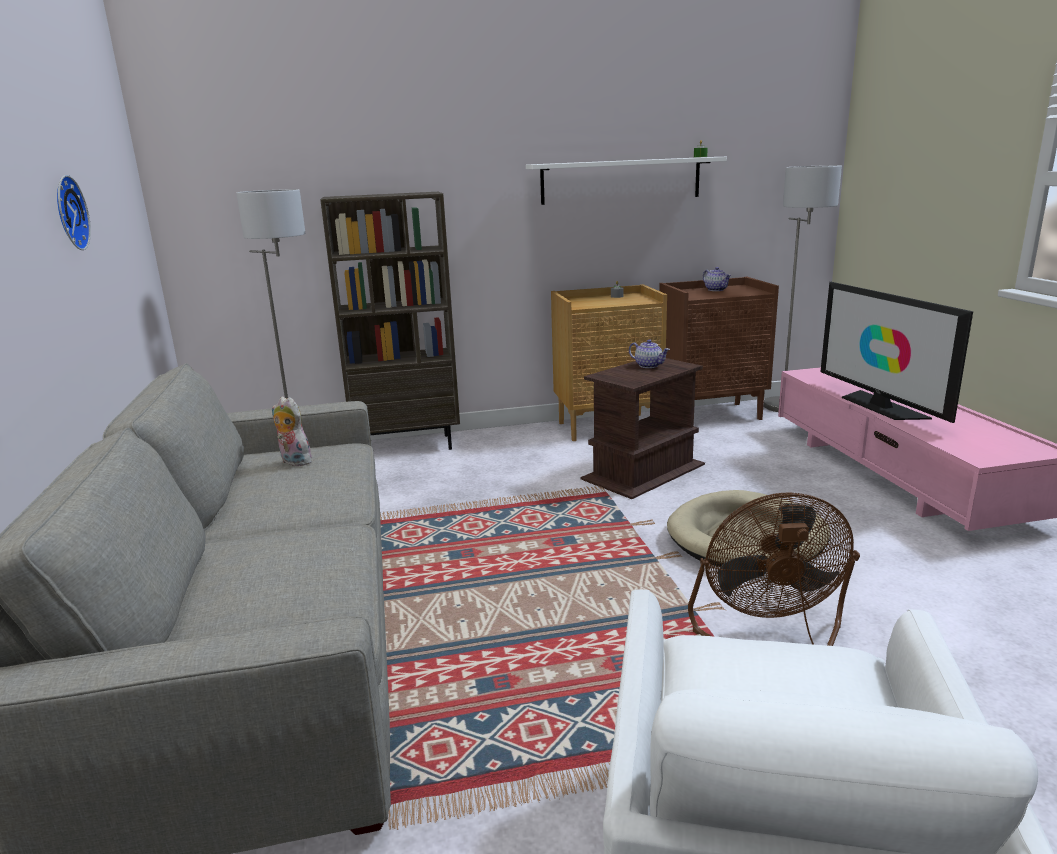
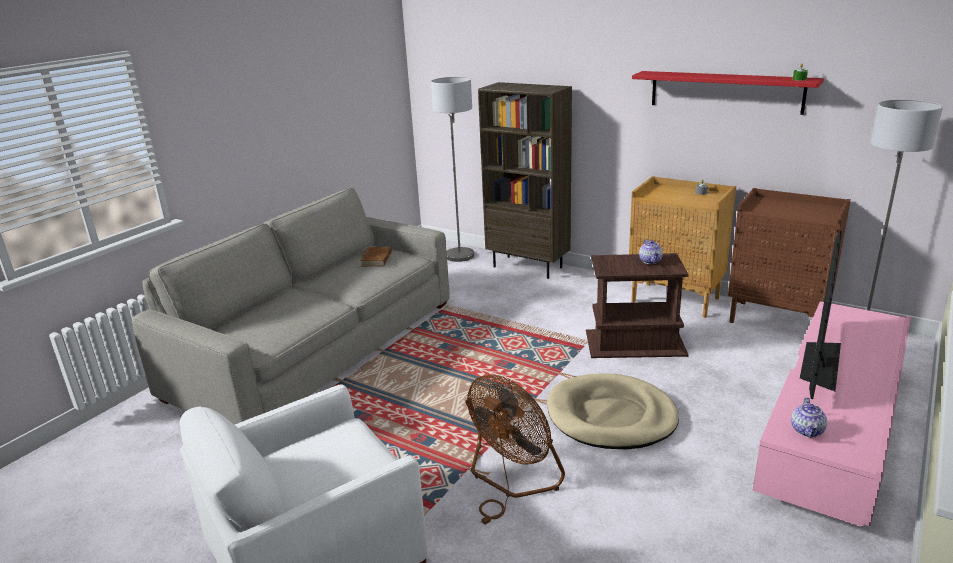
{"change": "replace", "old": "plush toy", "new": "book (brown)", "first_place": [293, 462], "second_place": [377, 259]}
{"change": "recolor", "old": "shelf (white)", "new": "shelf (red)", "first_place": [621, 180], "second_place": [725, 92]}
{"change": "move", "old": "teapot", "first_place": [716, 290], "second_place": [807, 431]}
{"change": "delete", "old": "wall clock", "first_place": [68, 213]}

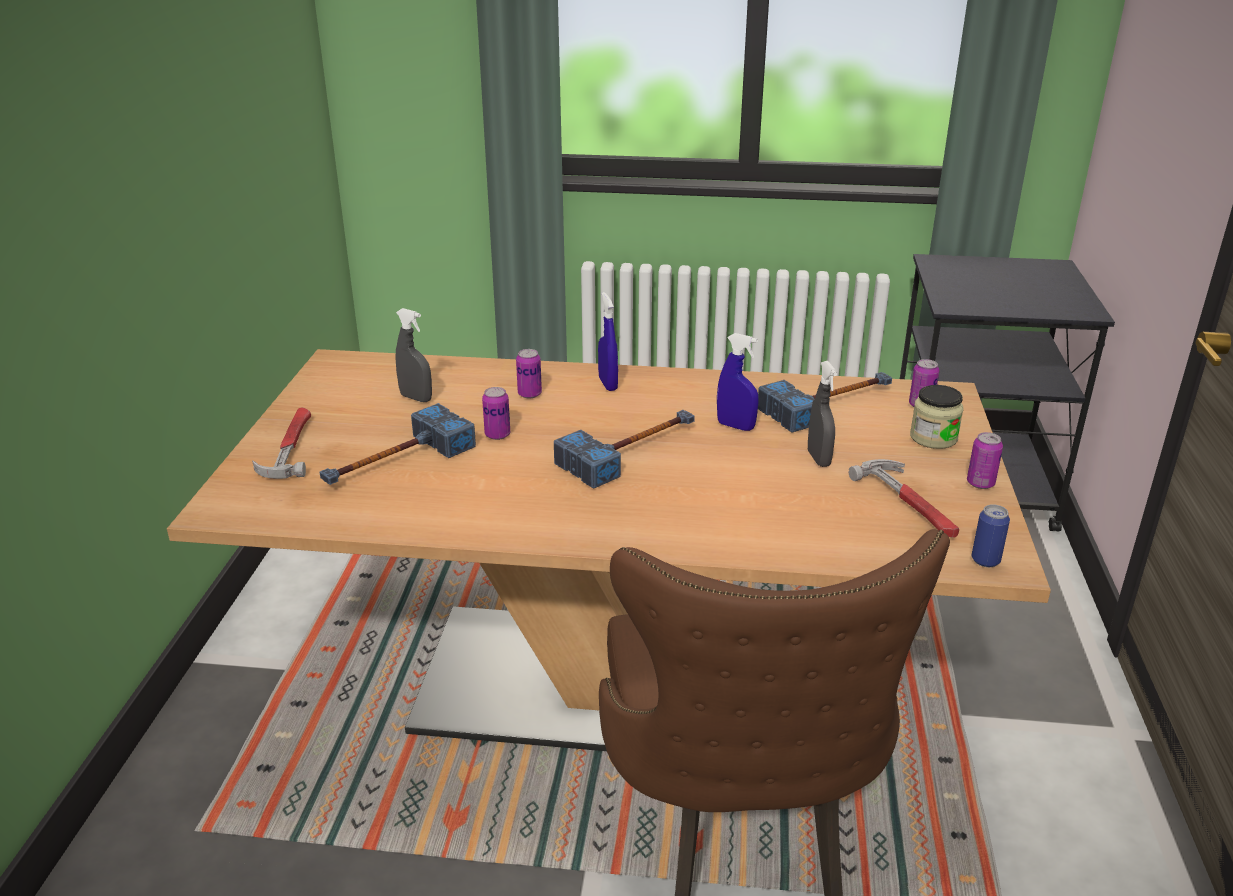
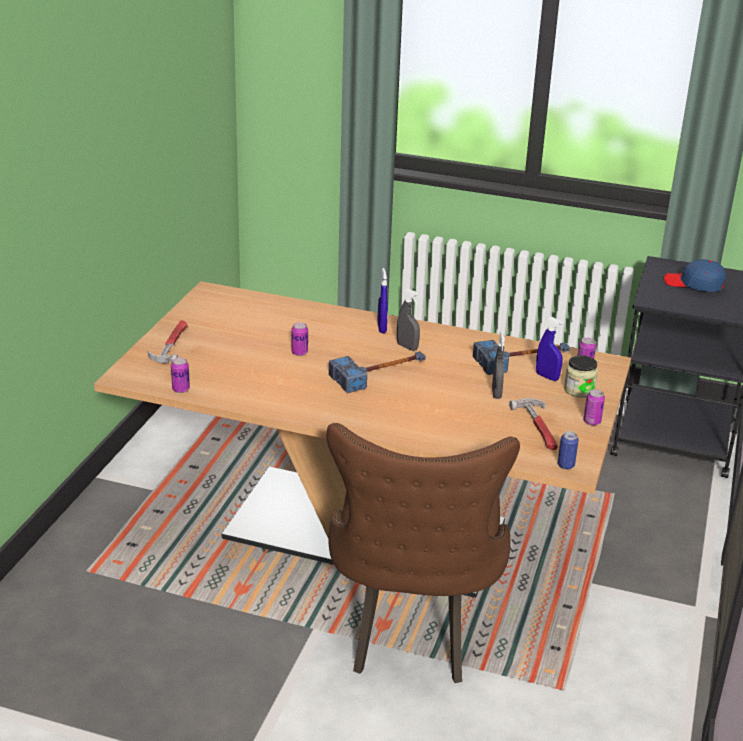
{"change": "move", "old": "can", "first_place": [529, 394], "second_place": [181, 389]}
{"change": "move", "old": "spray bottle (grey)", "first_place": [416, 398], "second_place": [407, 347]}
{"change": "move", "old": "spray bottle (blue)", "first_place": [735, 426], "second_place": [547, 377]}
{"change": "insert", "new": "cap (blue)", "second_place": [694, 284]}
{"change": "delete", "old": "hammer", "first_place": [395, 462]}

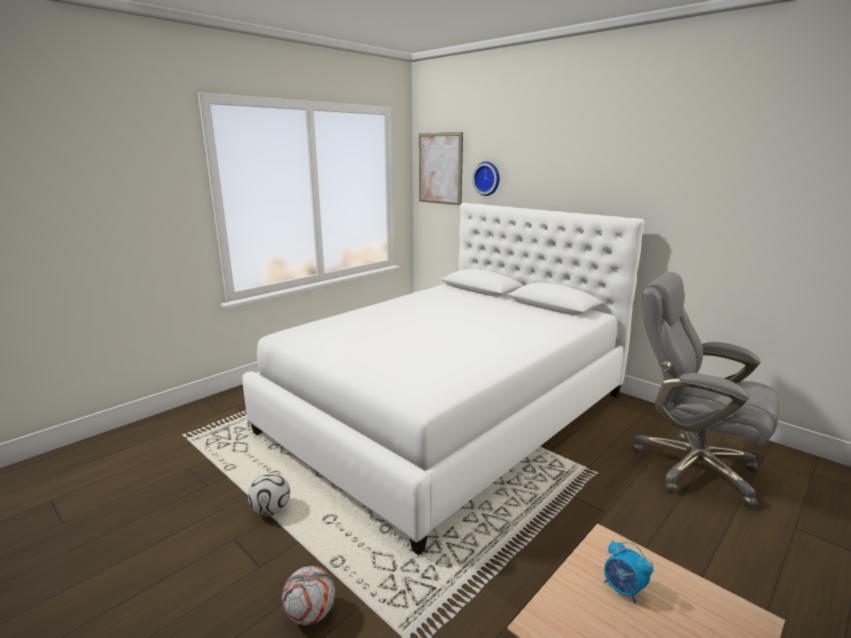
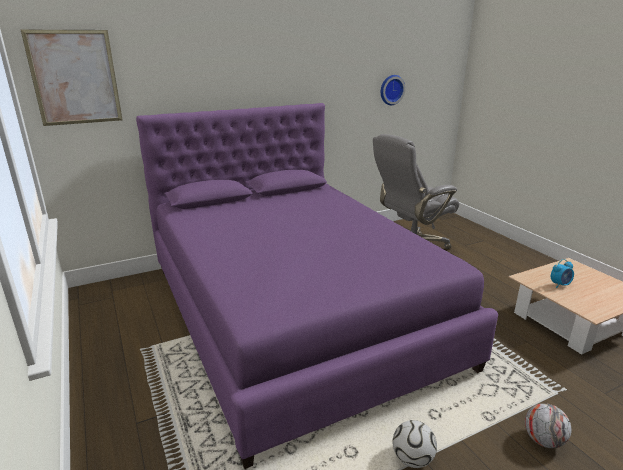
{"change": "recolor", "old": "bed (white)", "new": "bed (purple)", "first_place": [449, 413], "second_place": [294, 312]}
{"change": "move", "old": "wall clock", "first_place": [487, 178], "second_place": [391, 90]}

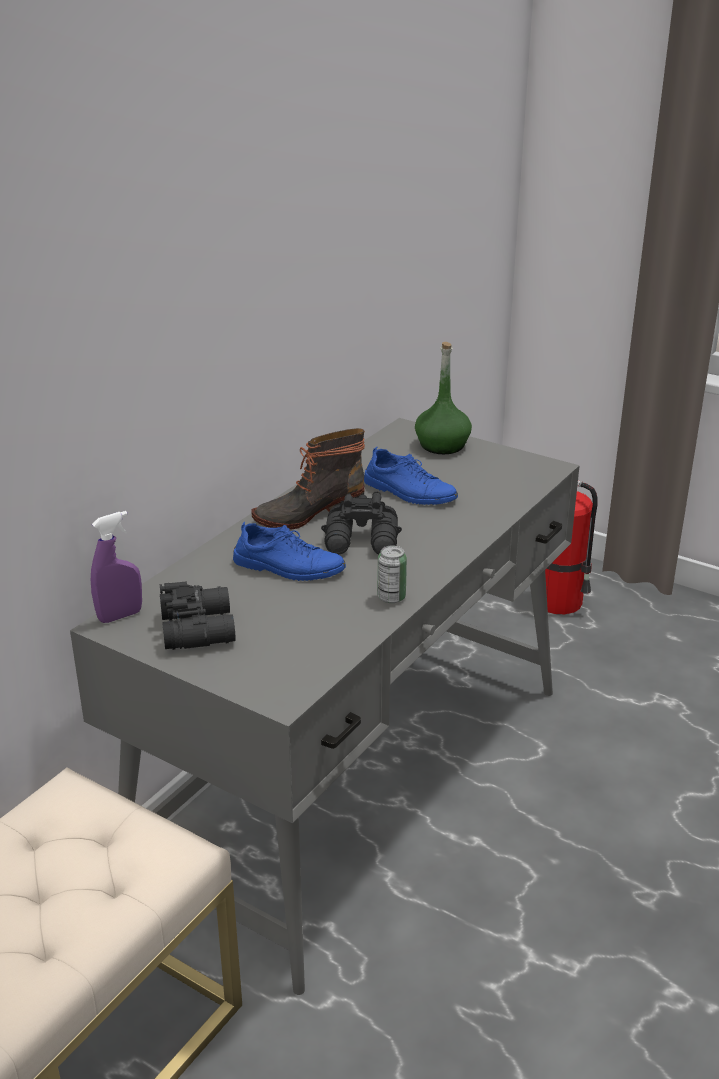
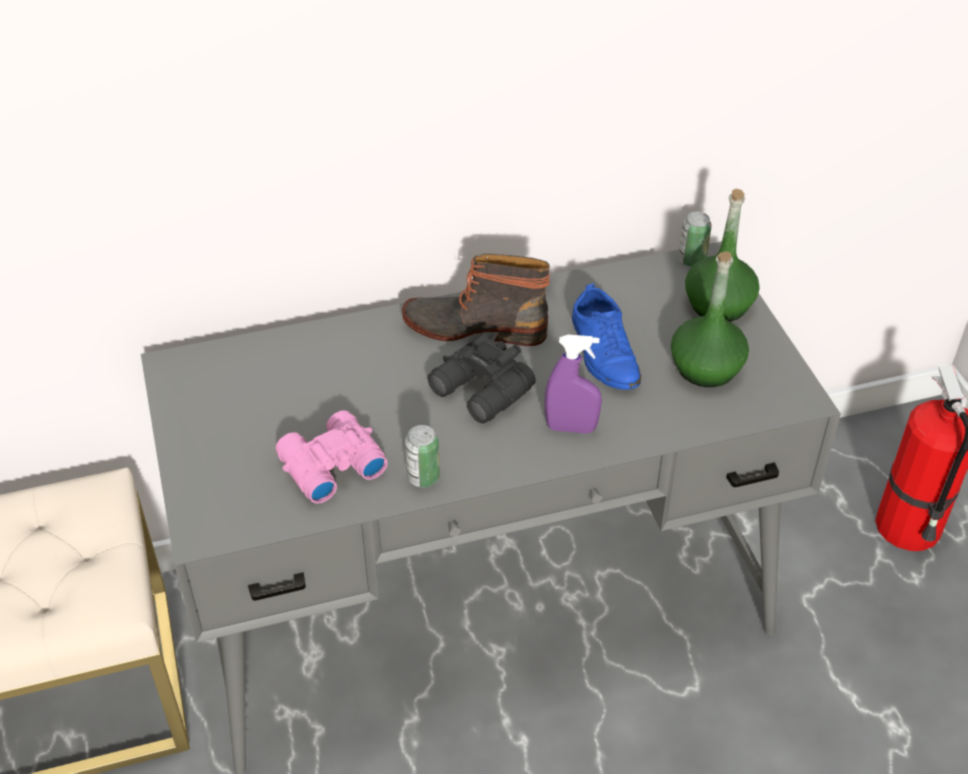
{"change": "insert", "new": "binoculars (pink)", "second_place": [329, 466]}
{"change": "move", "old": "spray bottle (purple)", "first_place": [120, 616], "second_place": [571, 428]}
{"change": "insert", "new": "bottle (green)", "second_place": [705, 368]}
{"change": "insert", "new": "can", "second_place": [692, 260]}
{"change": "delete", "old": "binoculars (black)", "first_place": [200, 628]}
{"change": "delete", "old": "shoe (blue)", "first_place": [288, 567]}

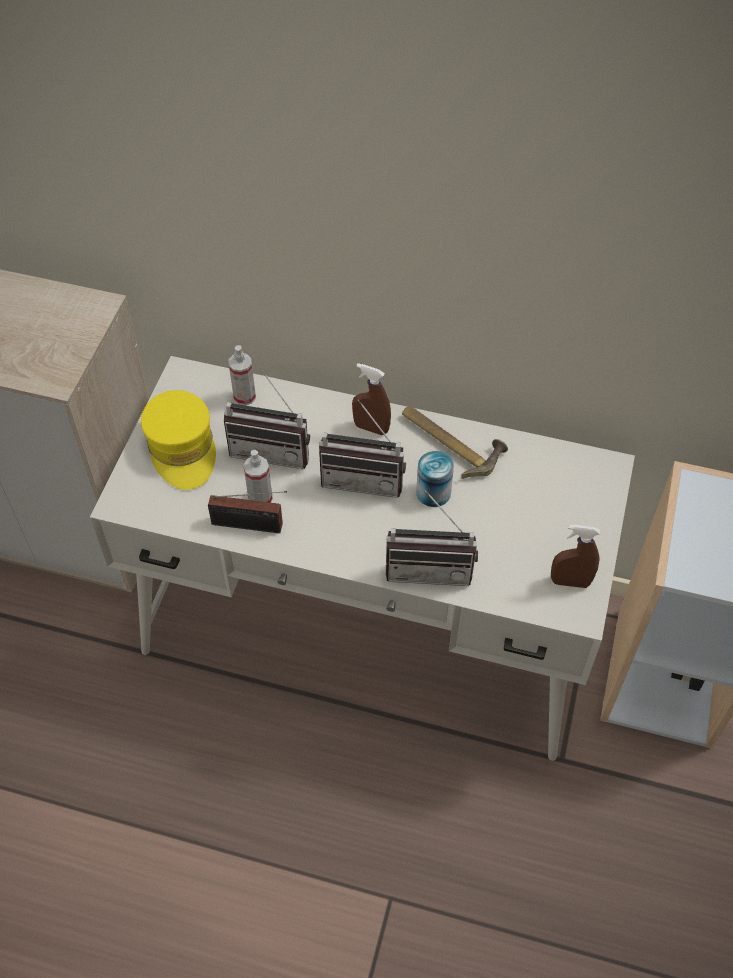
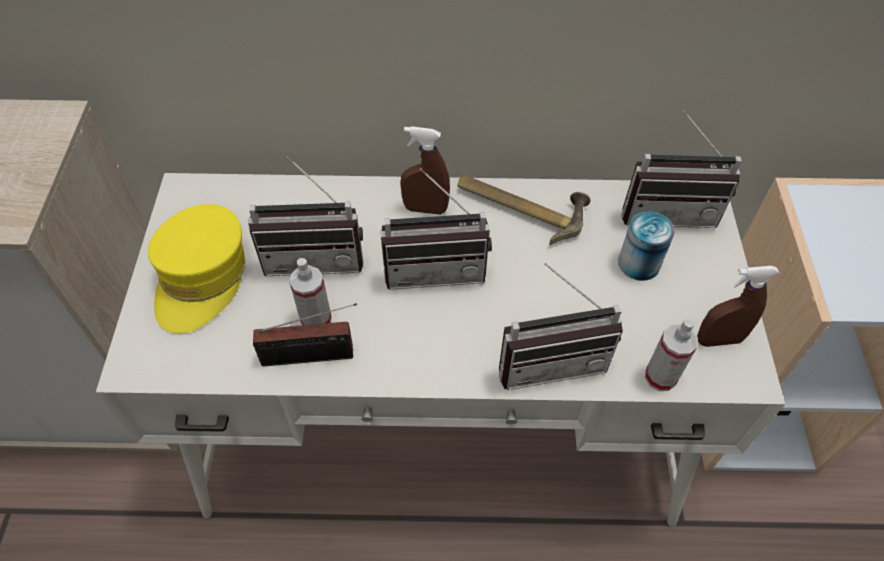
{"change": "rotate", "old": "cap (yellow)", "first_place": [182, 448], "second_place": [202, 278], "degrees": 45}
{"change": "move", "old": "can", "first_place": [433, 492], "second_place": [639, 263]}
{"change": "insert", "new": "radio", "second_place": [668, 211]}
{"change": "move", "old": "spray bottle", "first_place": [244, 396], "second_place": [660, 377]}

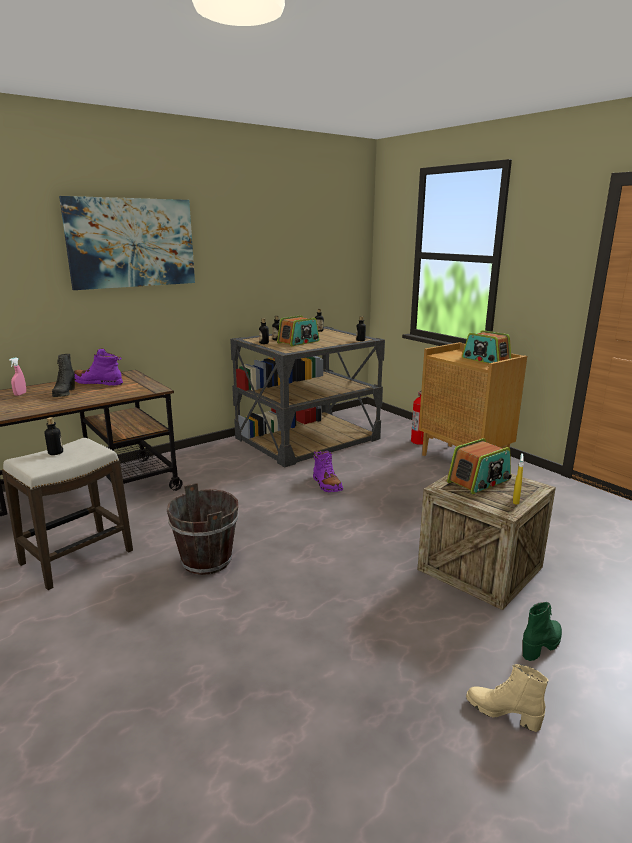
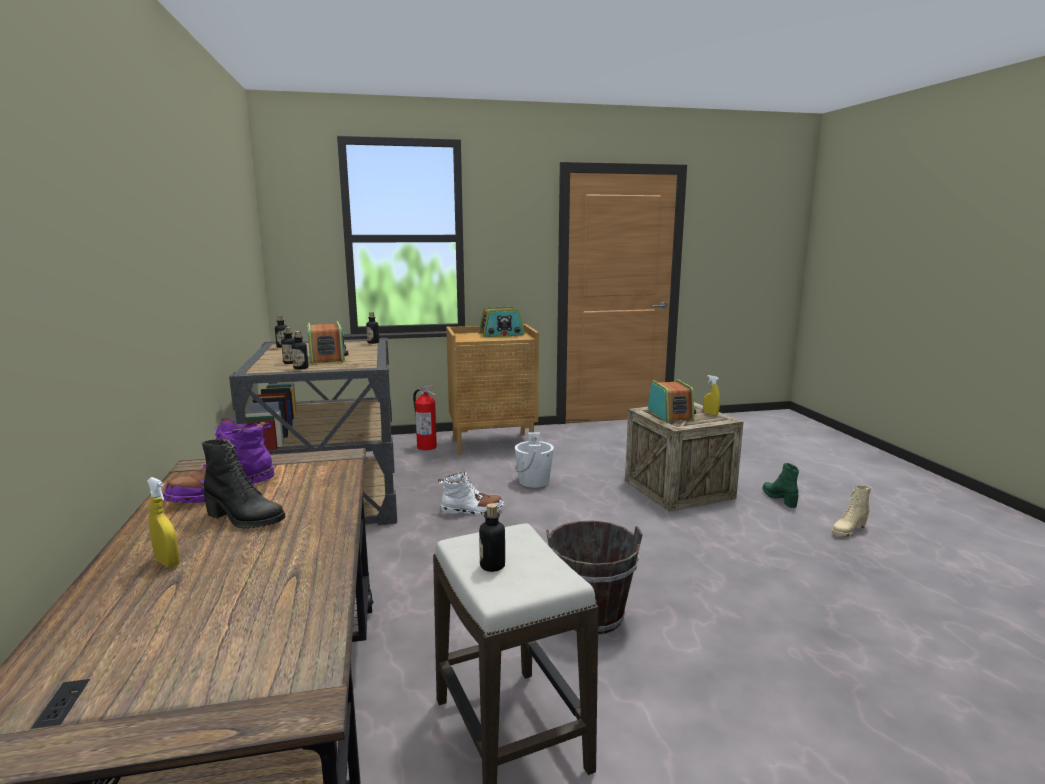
{"change": "recolor", "old": "spray bottle (pink)", "new": "spray bottle (yellow)", "first_place": [20, 394], "second_place": [167, 563]}
{"change": "recolor", "old": "boot (purple)", "new": "boot (white)", "first_place": [326, 484], "second_place": [472, 510]}
{"change": "insert", "new": "bucket (white)", "second_place": [534, 481]}
{"change": "delete", "old": "picture", "first_place": [132, 243]}

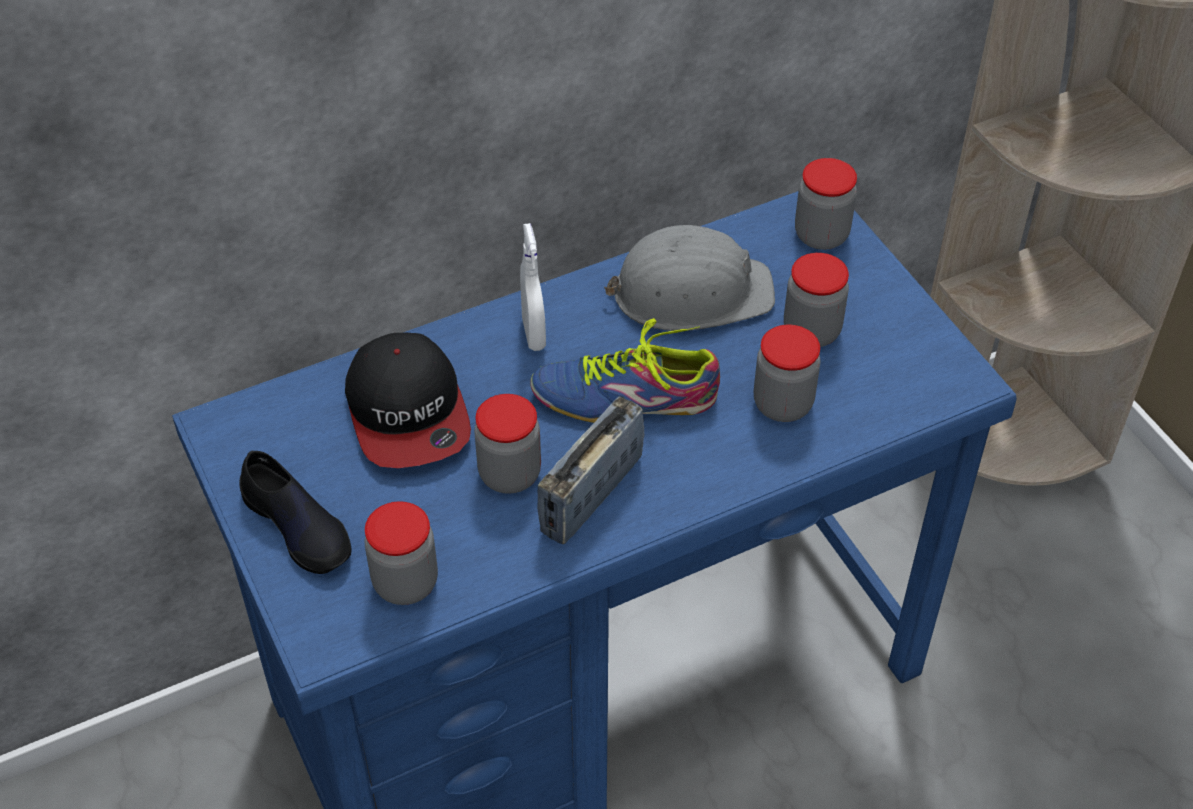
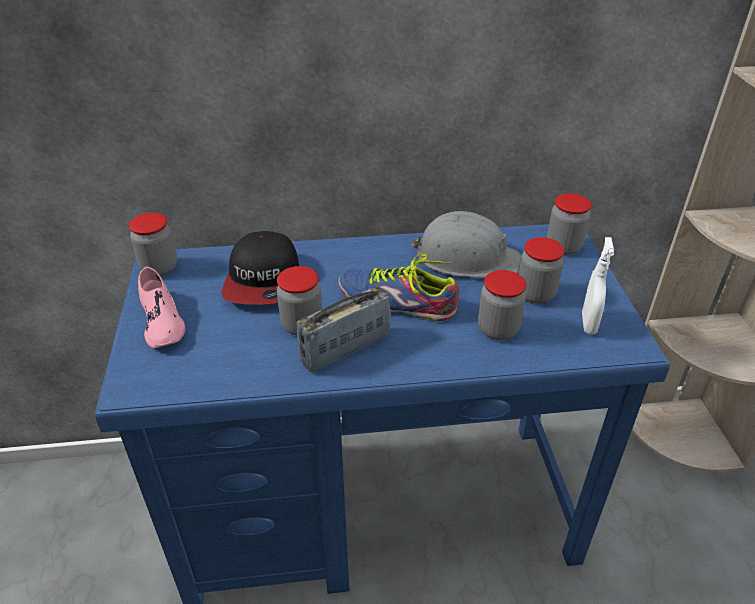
{"change": "move", "old": "jar", "first_place": [405, 583], "second_place": [159, 267]}
{"change": "recolor", "old": "shoe (black)", "new": "shoe (pink)", "first_place": [298, 526], "second_place": [162, 321]}
{"change": "move", "old": "spray bottle (white)", "first_place": [533, 334], "second_place": [588, 324]}

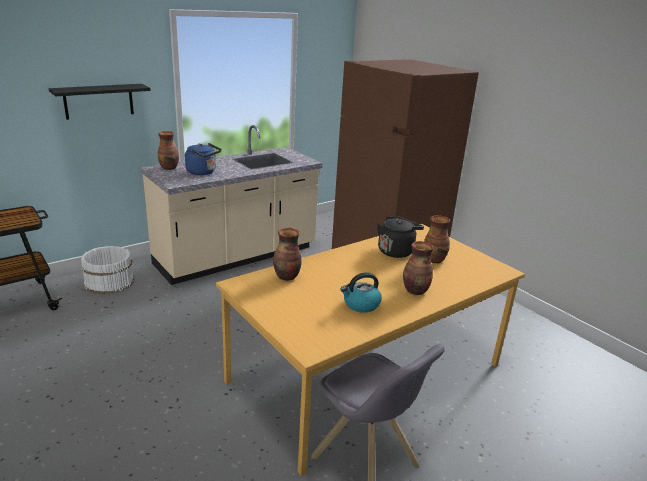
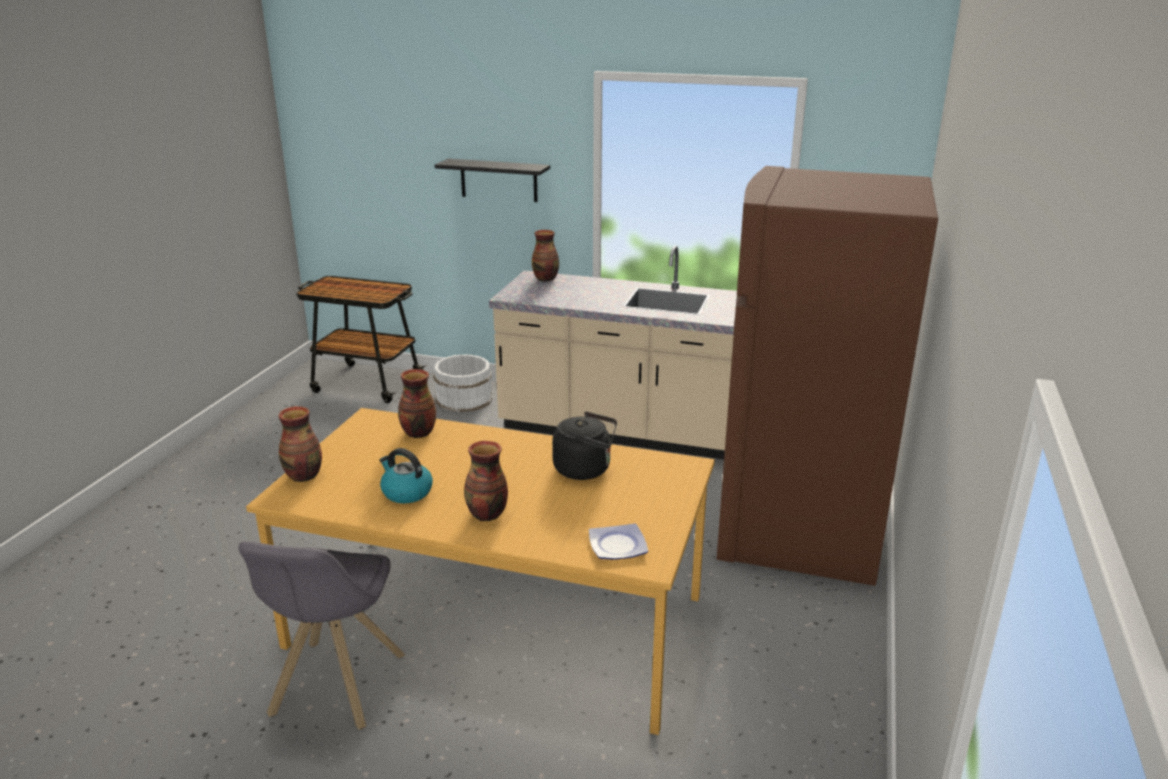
{"change": "move", "old": "vase", "first_place": [434, 259], "second_place": [304, 476]}
{"change": "insert", "new": "plate", "second_place": [618, 545]}
{"change": "delete", "old": "kettle (blue)", "first_place": [203, 172]}

